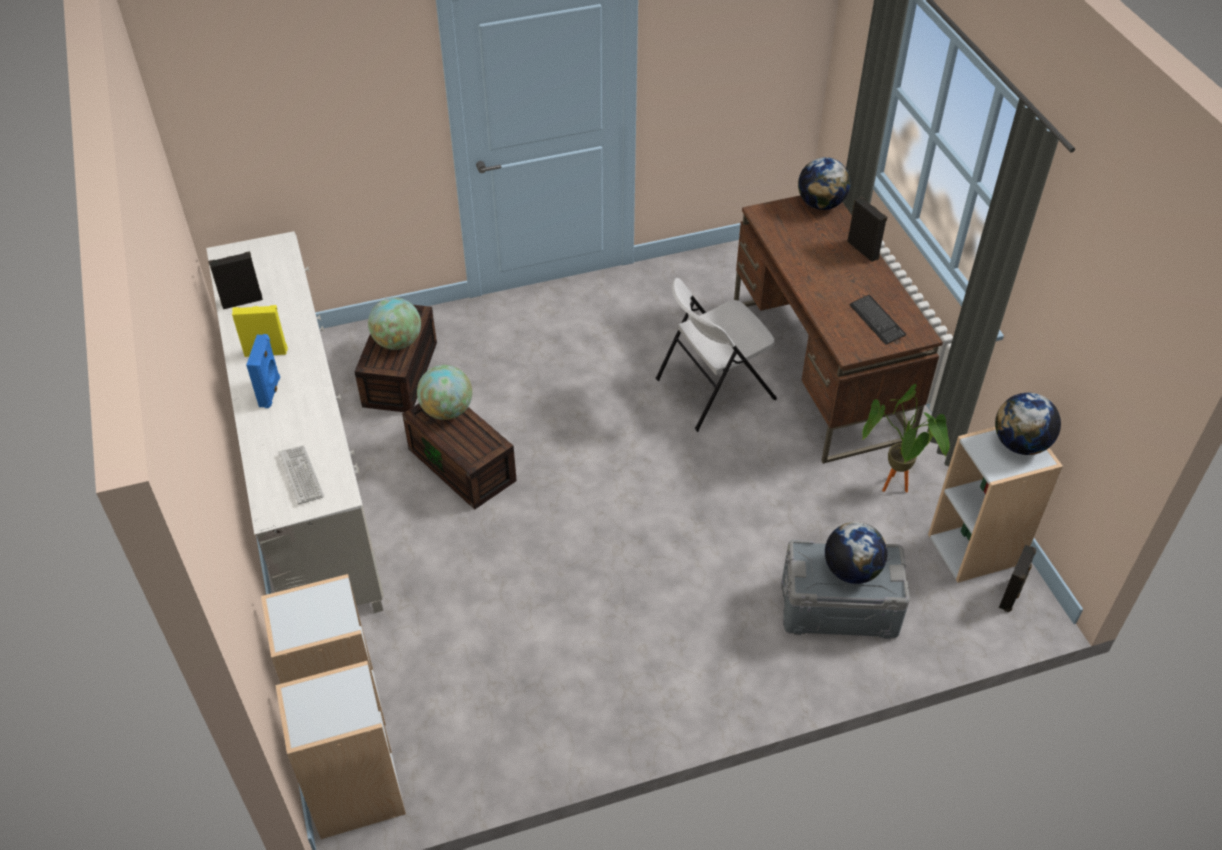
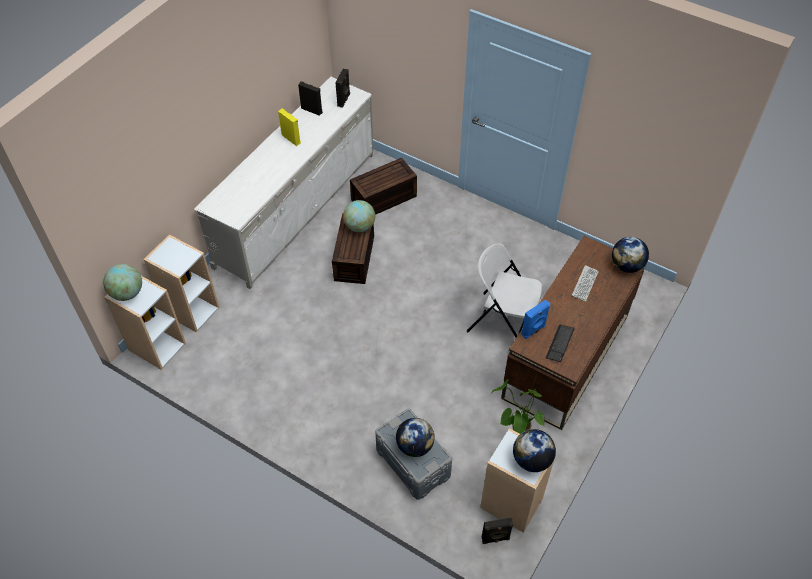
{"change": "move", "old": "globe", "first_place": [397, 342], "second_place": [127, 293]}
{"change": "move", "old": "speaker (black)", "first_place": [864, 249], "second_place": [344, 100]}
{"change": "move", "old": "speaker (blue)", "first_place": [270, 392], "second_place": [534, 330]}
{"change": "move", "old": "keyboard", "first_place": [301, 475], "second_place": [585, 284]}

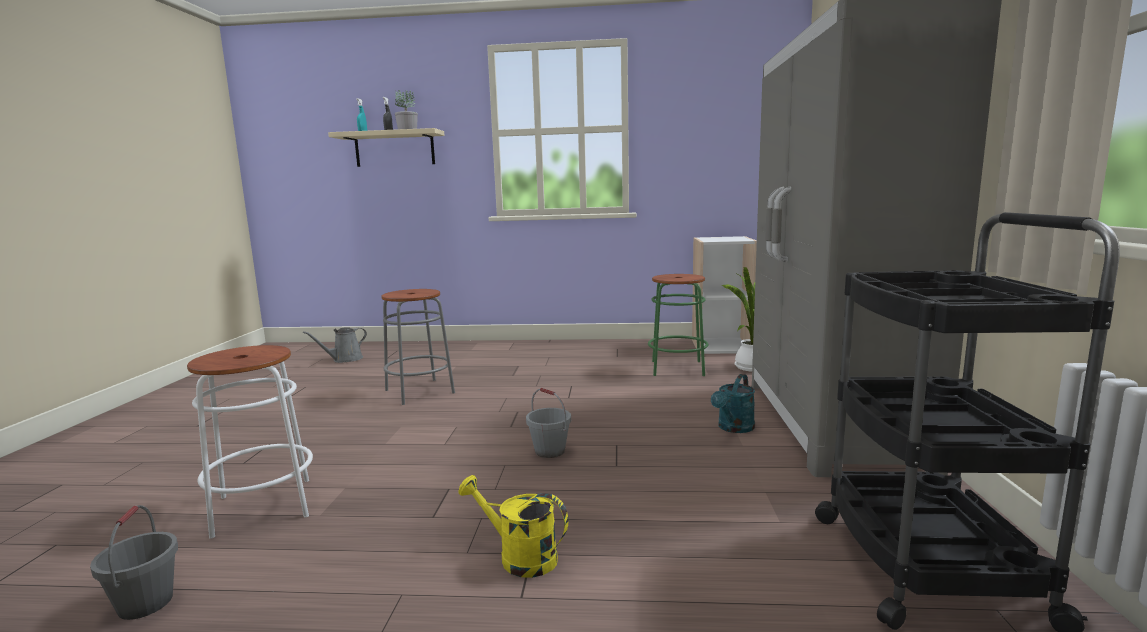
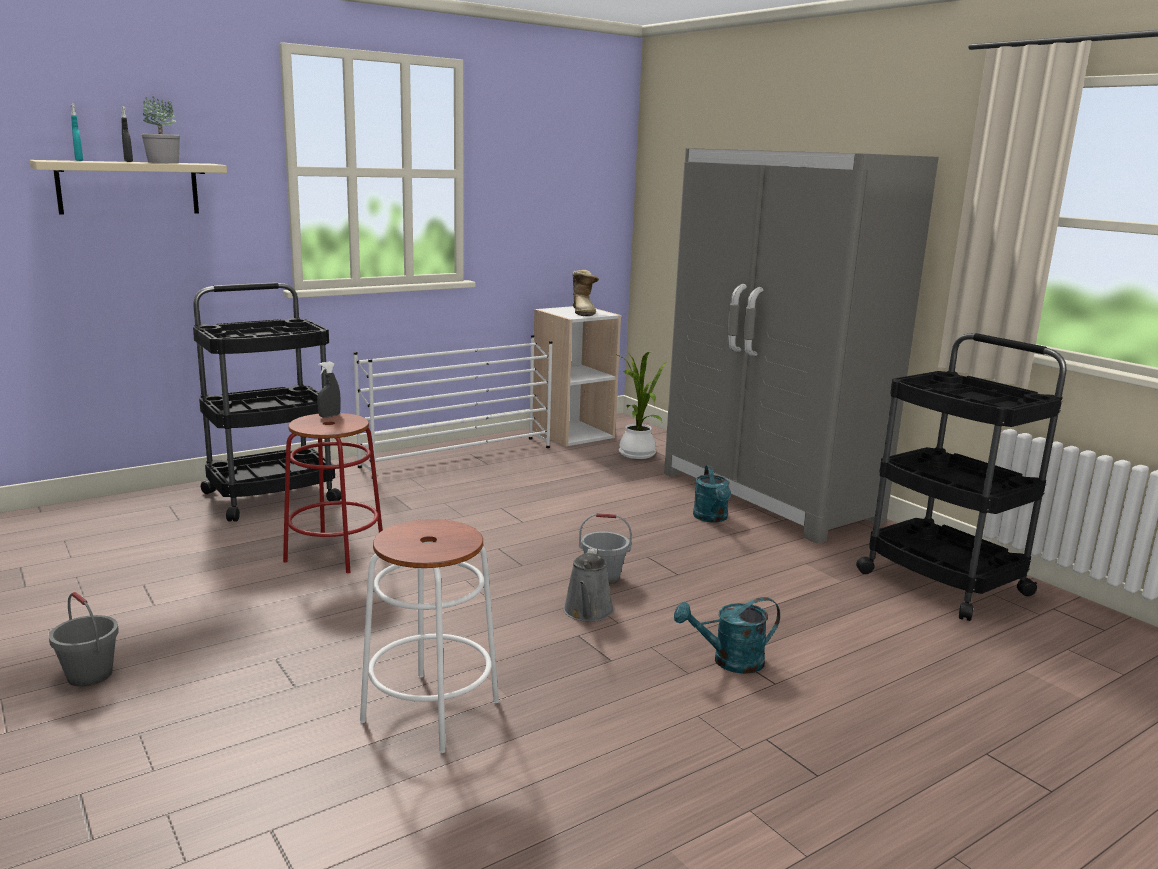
{"change": "move", "old": "bucket (grey)", "first_place": [146, 603], "second_place": [90, 675]}
{"change": "insert", "new": "cart (black)", "second_place": [271, 497]}
{"change": "recolor", "old": "stool (grey)", "new": "stool (red)", "first_place": [419, 391], "second_place": [335, 553]}
{"change": "insert", "new": "spray bottle (grey)", "second_place": [329, 416]}
{"change": "insert", "new": "shoe rack (white)", "second_place": [459, 457]}
{"change": "move", "old": "watering can (grey)", "first_place": [345, 359], "second_place": [588, 612]}
{"change": "insert", "new": "boot", "second_place": [584, 312]}
{"change": "recolor", "old": "watering can (yellow)", "new": "watering can (turquoise)", "first_place": [519, 557], "second_place": [729, 661]}
{"change": "delete", "old": "stool (green)", "first_place": [677, 368]}

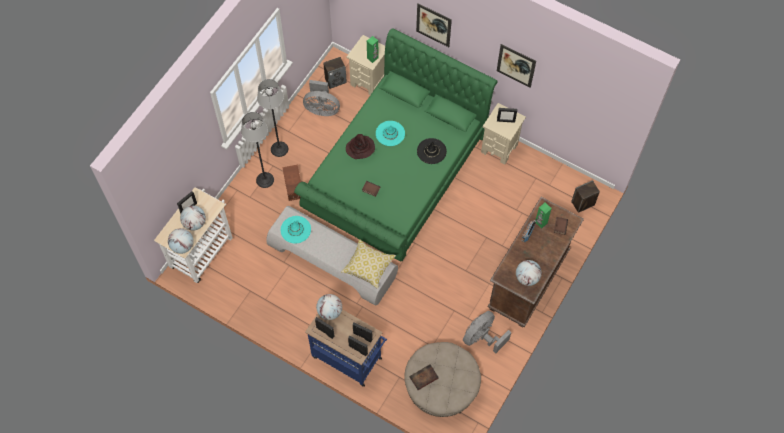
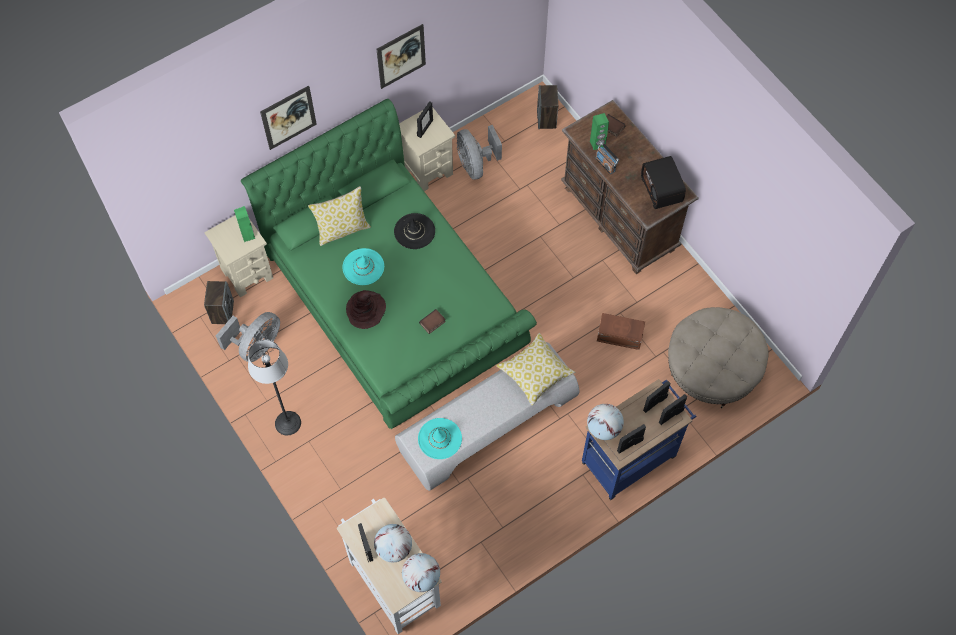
{"change": "insert", "new": "pillow", "second_place": [342, 229]}
{"change": "move", "old": "fan (grey)", "first_place": [482, 337], "second_place": [475, 164]}
{"change": "move", "old": "storage box (brown)", "first_place": [293, 186], "second_place": [620, 336]}
{"change": "replace", "old": "globe", "new": "radio", "first_place": [527, 278], "second_place": [662, 189]}
{"change": "delete", "old": "floor lamp", "first_place": [265, 179]}
{"change": "delete", "old": "book", "first_place": [423, 378]}

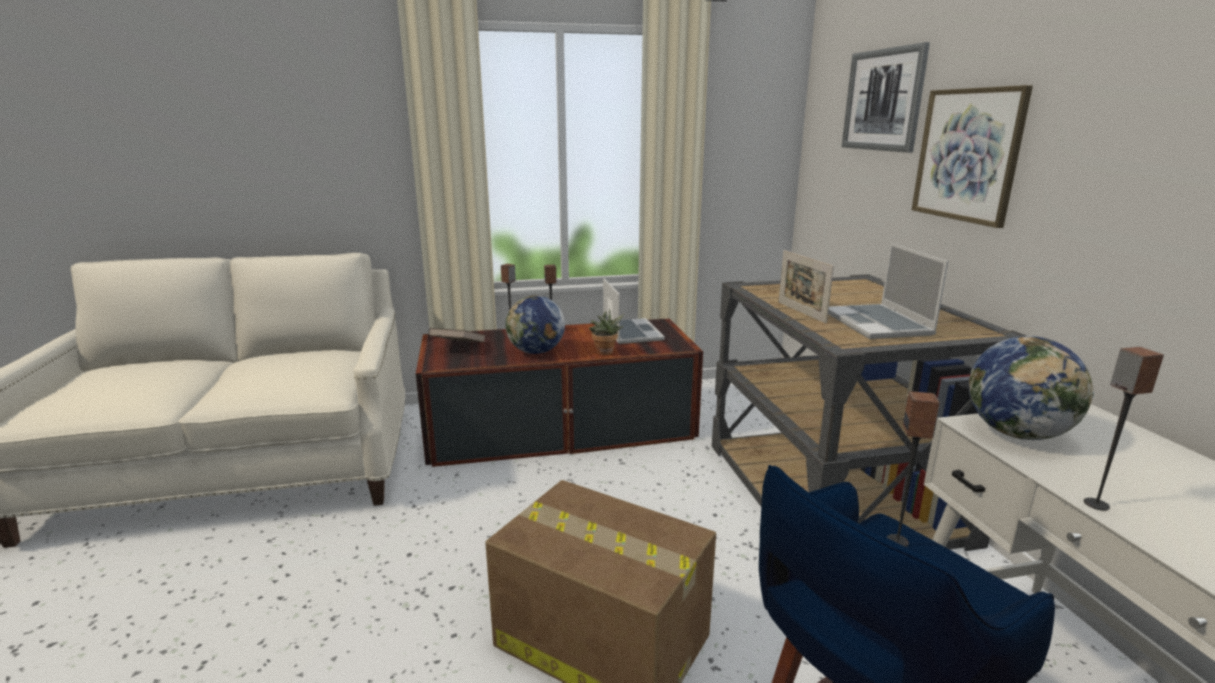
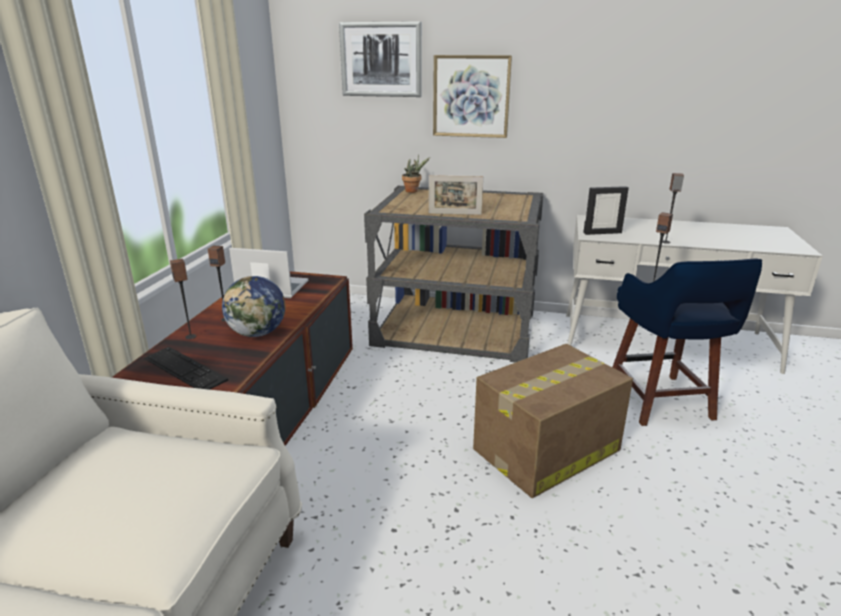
{"change": "replace", "old": "book (brown)", "new": "keyboard", "first_place": [458, 347], "second_place": [184, 369]}
{"change": "move", "old": "potted plant", "first_place": [605, 353], "second_place": [413, 191]}
{"change": "replace", "old": "globe", "new": "picture frame", "first_place": [1017, 433], "second_place": [602, 233]}
{"change": "delete", "old": "laptop", "first_place": [879, 324]}

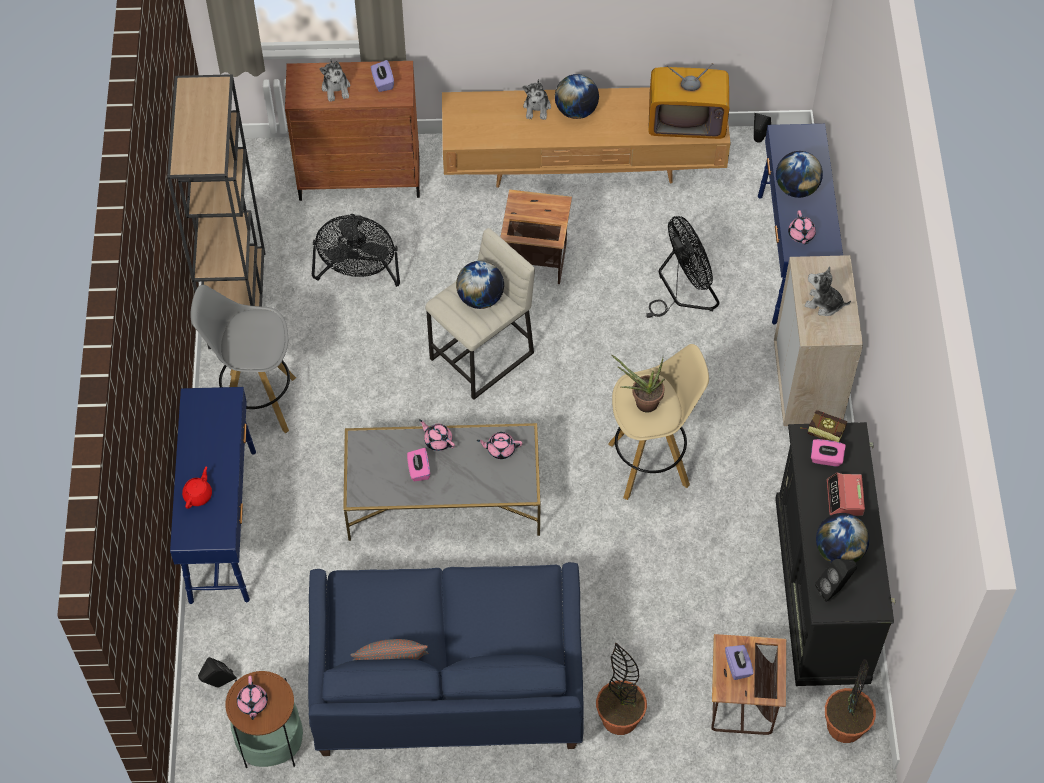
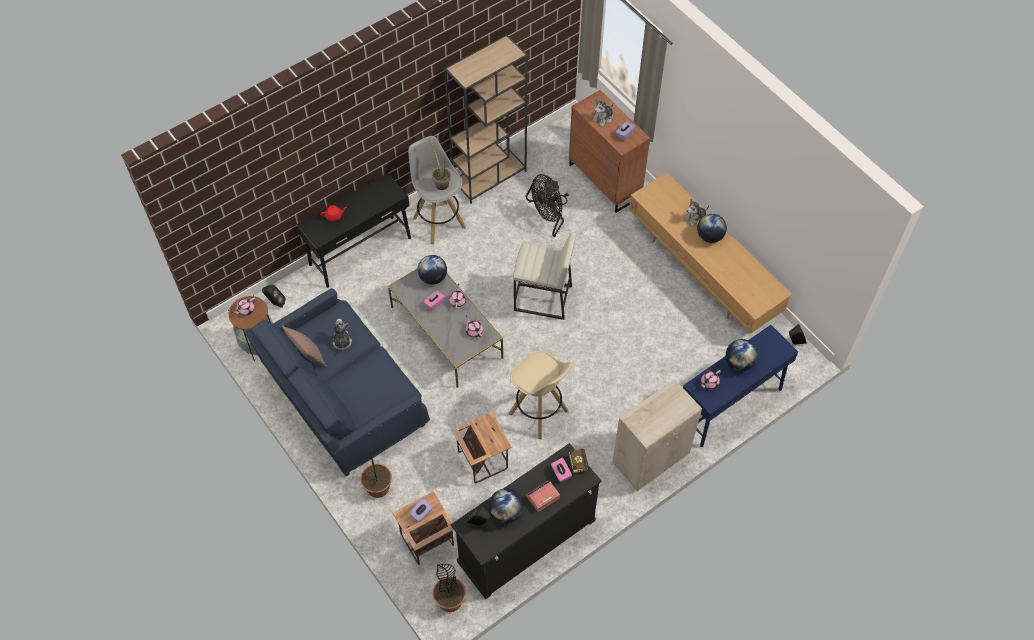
{"change": "recolor", "old": "console table (blue)", "new": "console table (black)", "first_place": [224, 525], "second_place": [361, 252]}
{"change": "move", "old": "plush toy", "first_place": [824, 304], "second_place": [342, 341]}
{"change": "move", "old": "globe", "first_place": [480, 298], "second_place": [433, 277]}
{"change": "move", "old": "potted plant", "first_place": [641, 402], "second_place": [440, 182]}
{"change": "move", "old": "side table", "first_place": [534, 261], "second_place": [482, 460]}
{"change": "delete", "old": "fan (black)", "first_place": [680, 287]}
{"change": "delete", "old": "television", "first_place": [686, 120]}

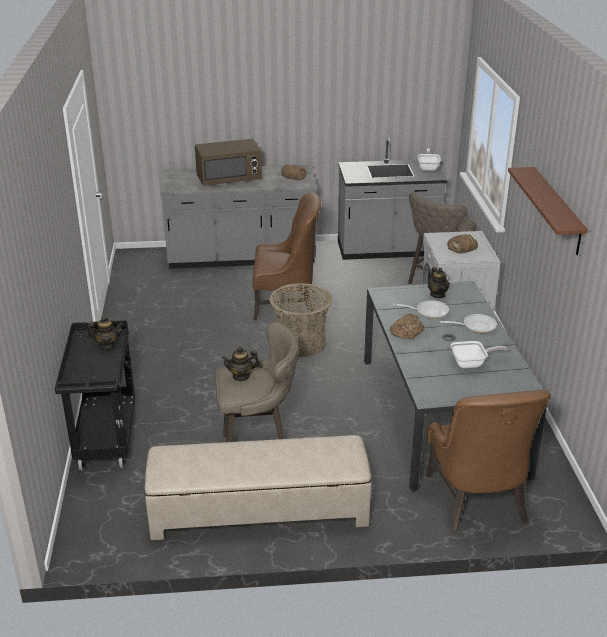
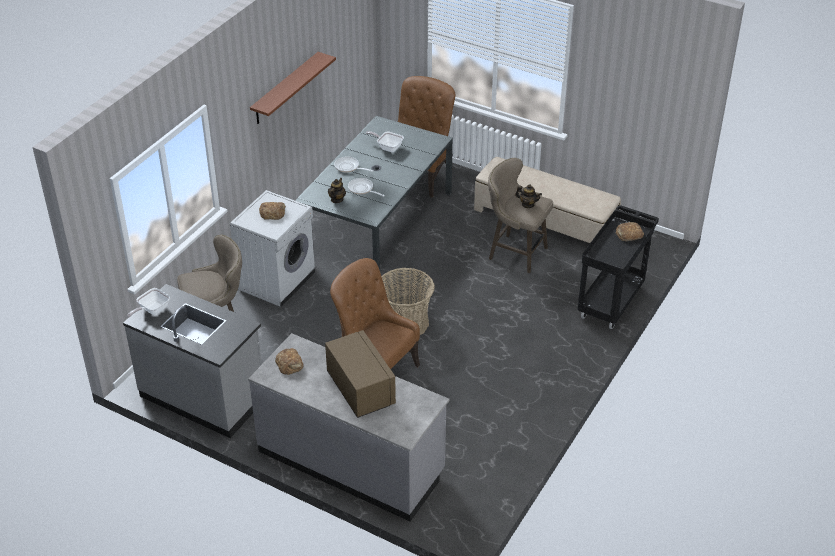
{"change": "rotate", "old": "microwave (brown)", "first_place": [229, 179], "second_place": [360, 389], "degrees": 45}
{"change": "move", "old": "bread", "first_place": [406, 330], "second_place": [628, 234]}
{"change": "delete", "old": "teapot", "first_place": [107, 345]}

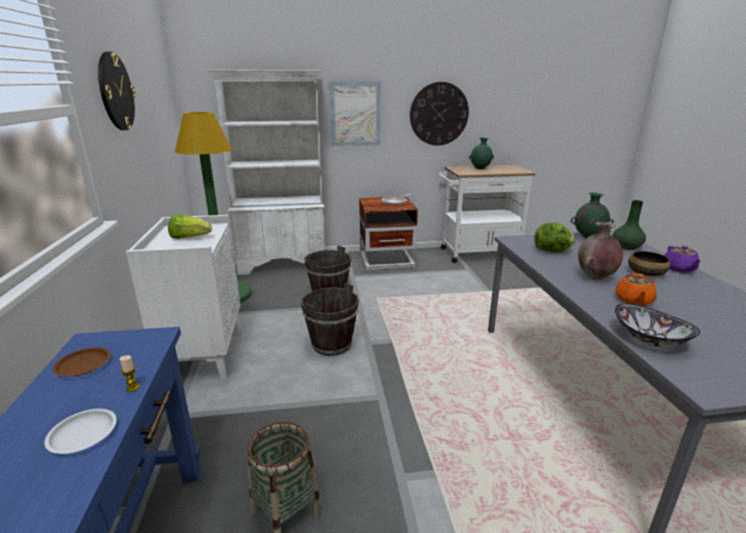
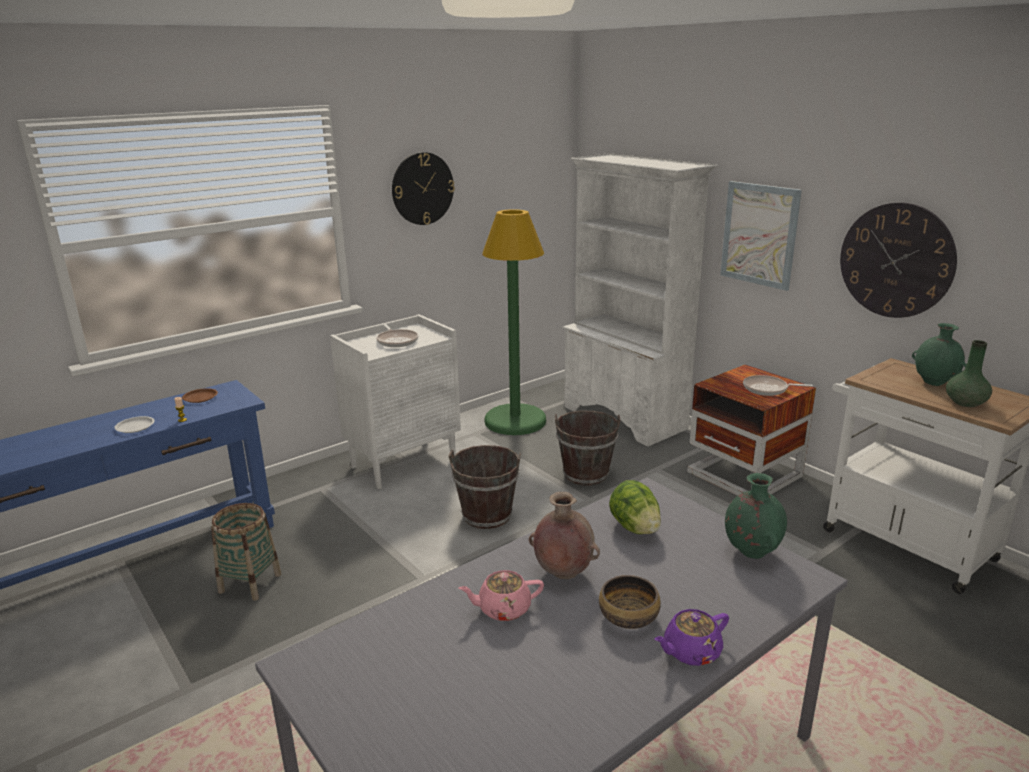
{"change": "replace", "old": "lettuce", "new": "frying pan", "first_place": [189, 238], "second_place": [397, 341]}
{"change": "recolor", "old": "teapot (orange)", "new": "teapot (pink)", "first_place": [633, 300], "second_place": [503, 609]}
{"change": "move", "old": "vase (green)", "first_place": [626, 247], "second_place": [966, 403]}
{"change": "delete", "old": "bowl", "first_place": [649, 340]}

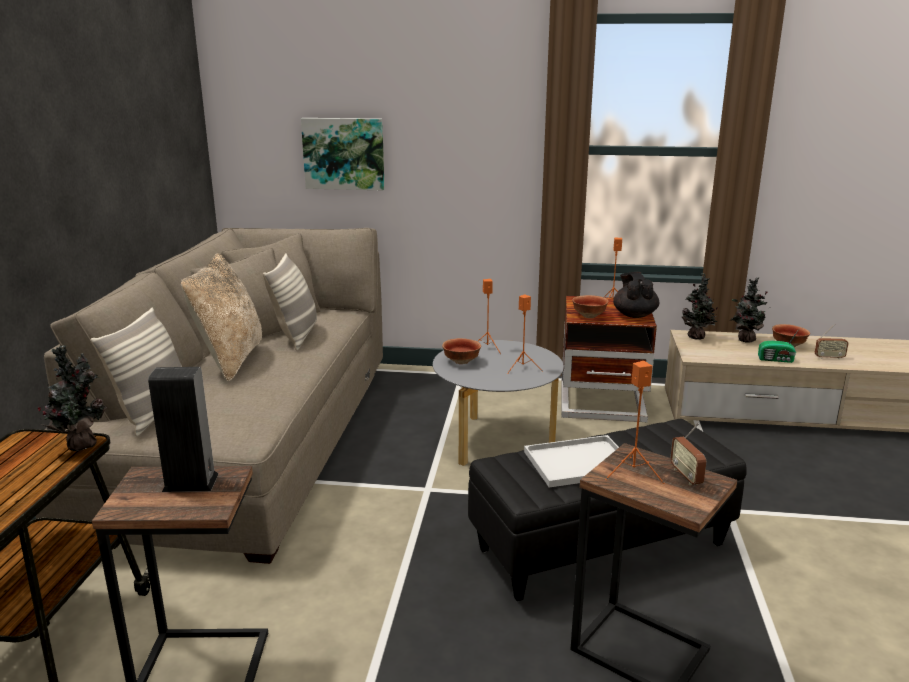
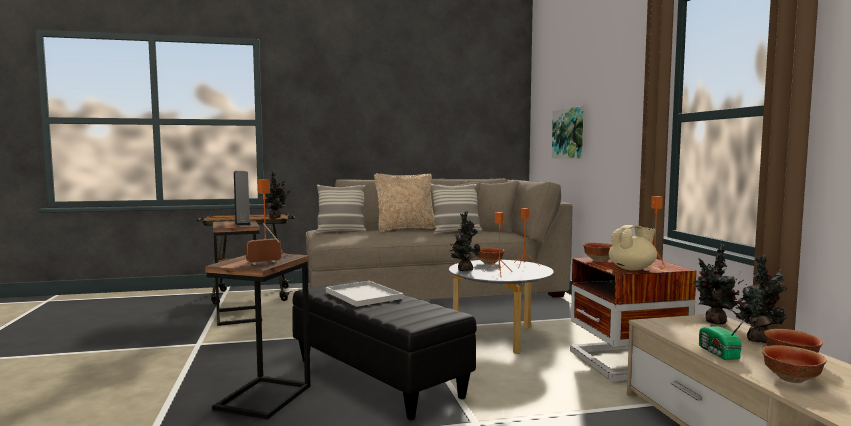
{"change": "insert", "new": "potted plant", "second_place": [464, 270]}
{"change": "recolor", "old": "teapot (black)", "new": "teapot (beige)", "first_place": [634, 315], "second_place": [632, 269]}
{"change": "replace", "old": "radio", "new": "bowl", "first_place": [829, 358], "second_place": [792, 379]}

